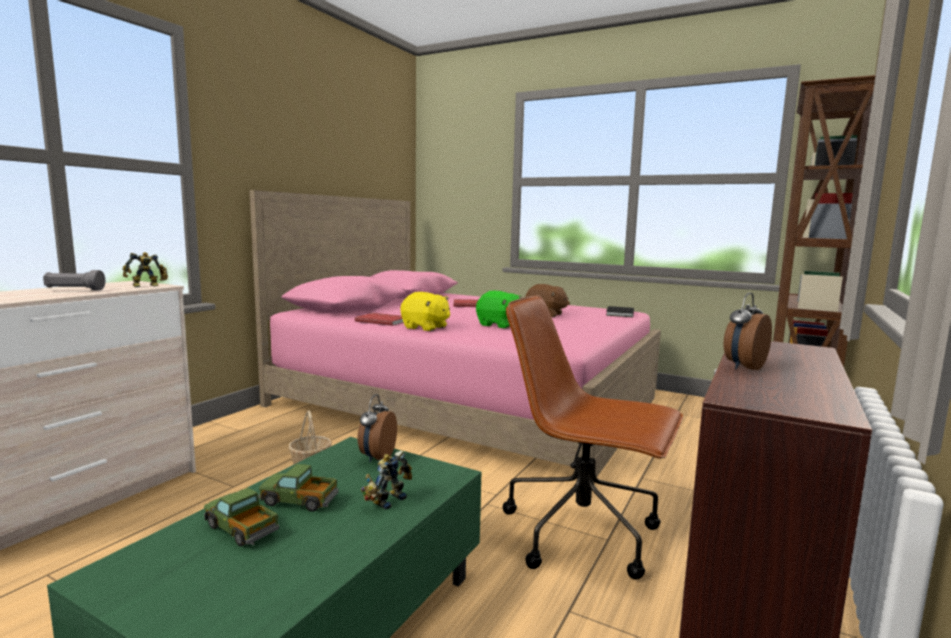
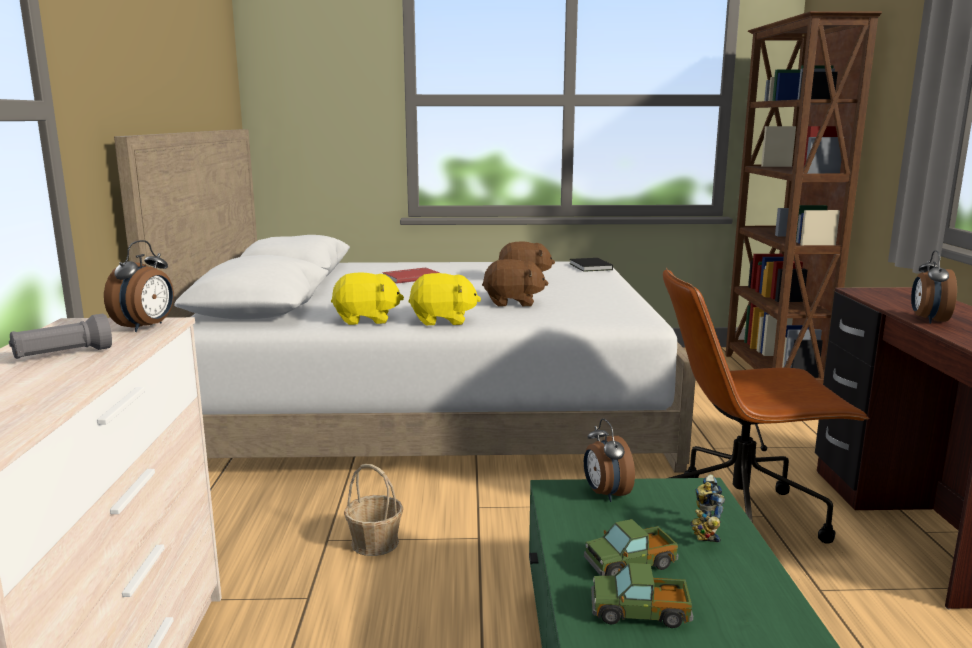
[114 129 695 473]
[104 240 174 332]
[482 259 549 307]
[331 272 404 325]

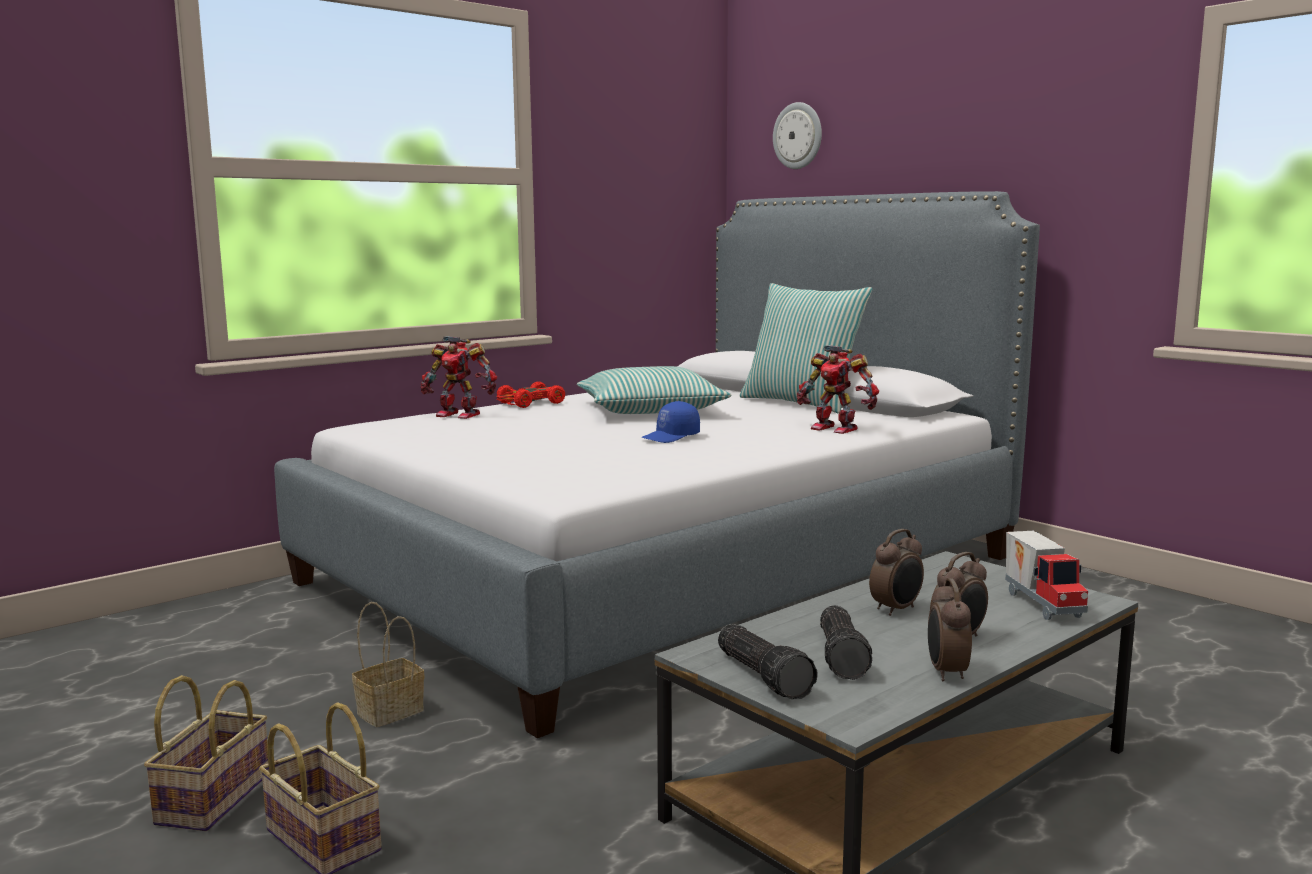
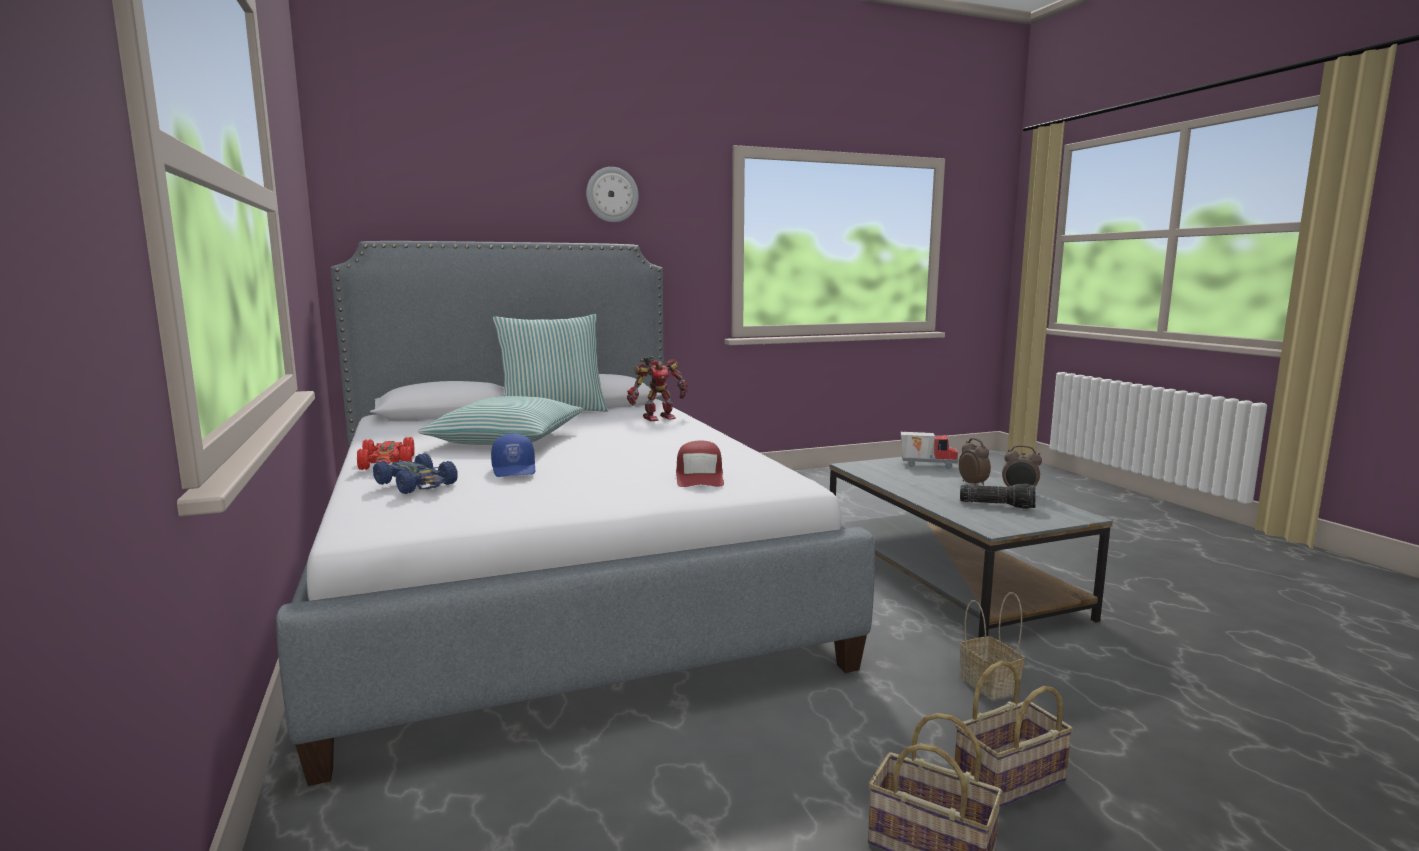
[586 167 639 222]
[373 454 458 494]
[491 433 535 477]
[869 529 924 616] (first image)
[960 592 1025 699]
[718 624 818 700] (first image)
[676 441 724 487]

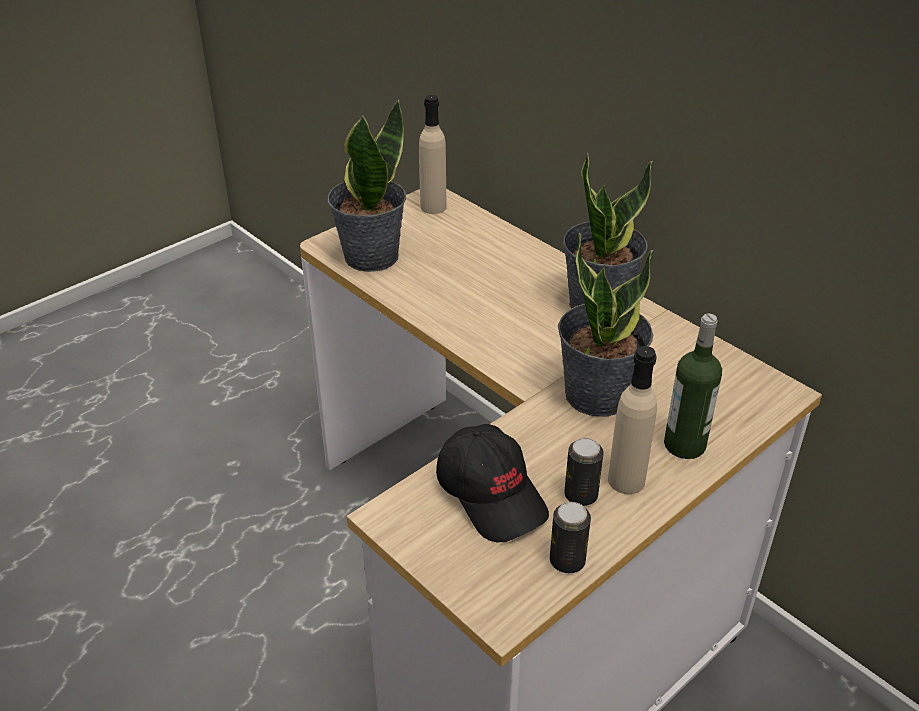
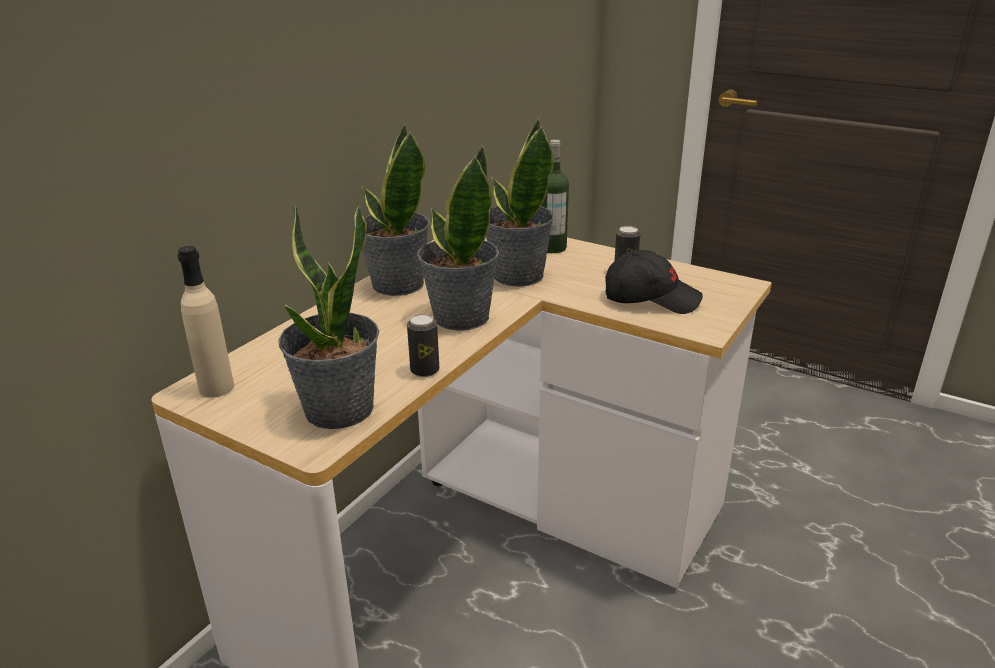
[608 346 657 494] (first image)
[605 250 703 314]
[407 314 439 377]
[417 146 499 331]

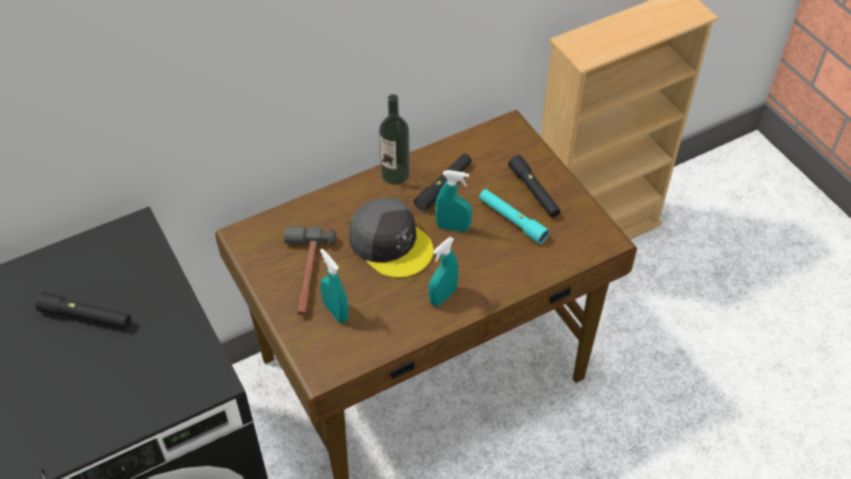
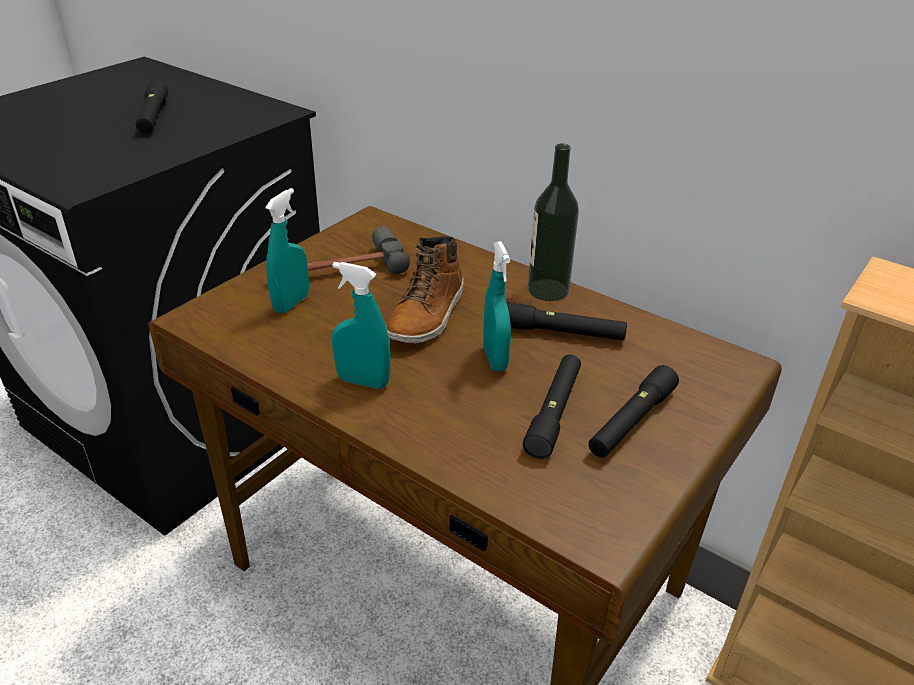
[523 354 581 459]
[386 236 464 344]

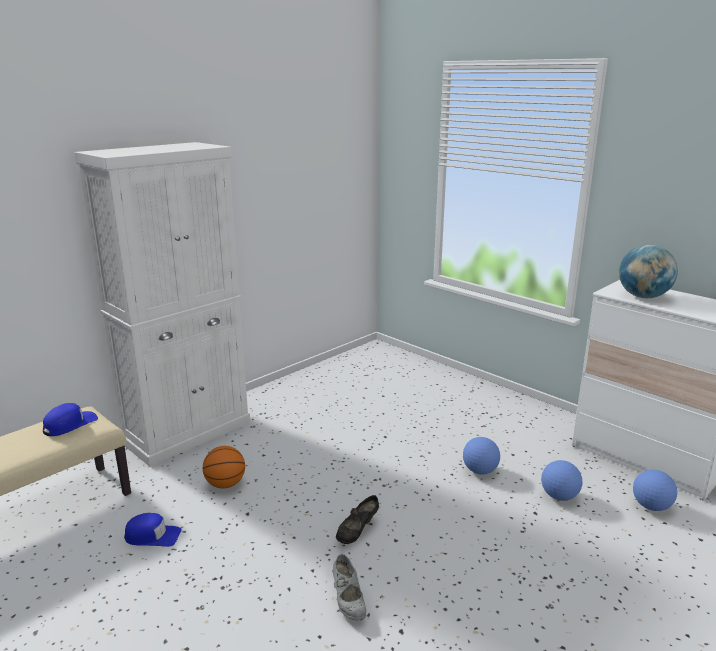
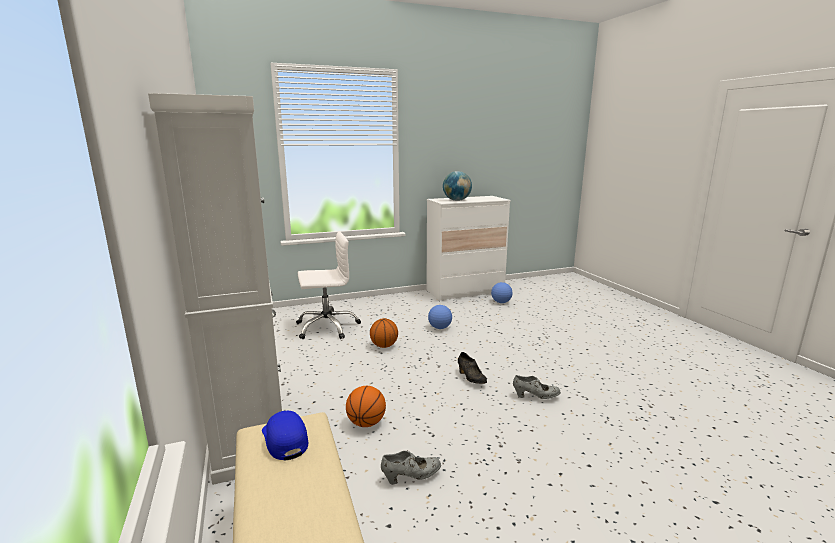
[541 460 583 501] (first image)
[381 451 441 485]
[296 231 361 339]
[370 318 398 348]

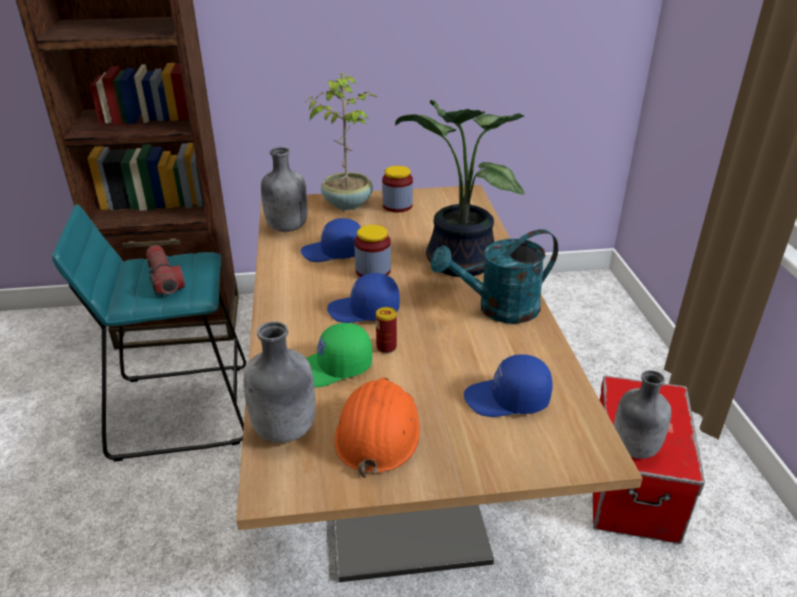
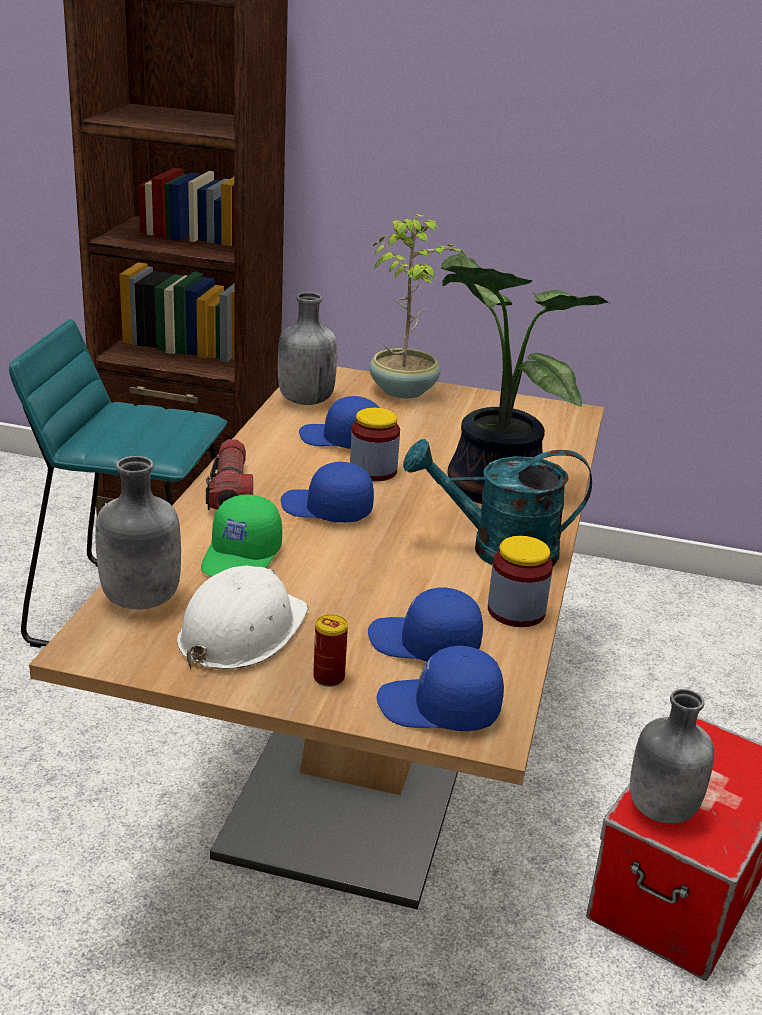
[488 536 553 627]
[206 439 253 510]
[313 614 348 687]
[201 495 282 576]
[177 566 308 669]
[377 646 504 731]

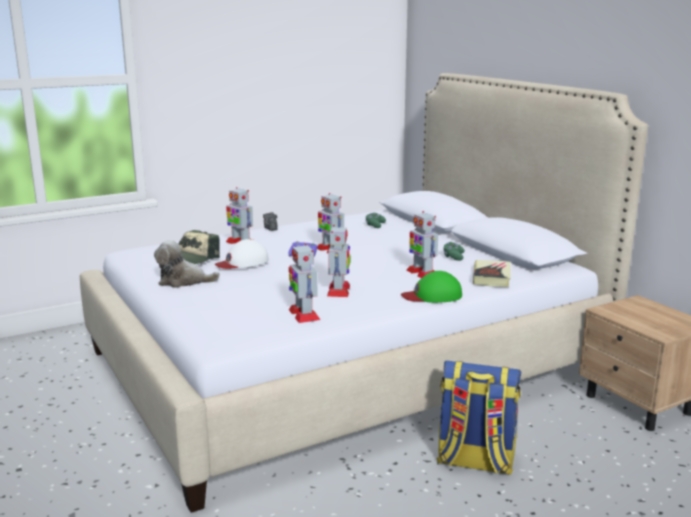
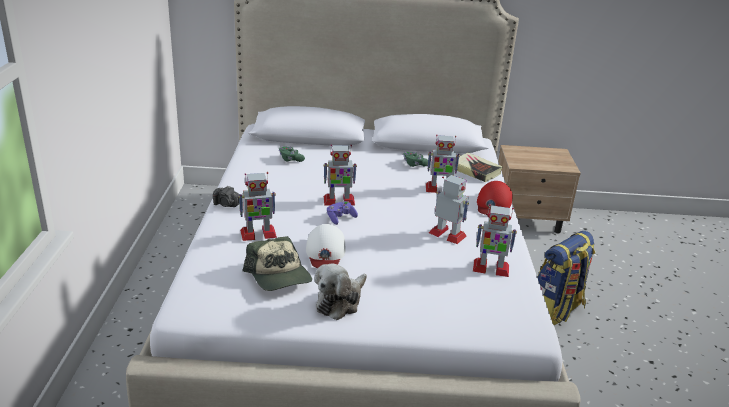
[477 181 513 215]

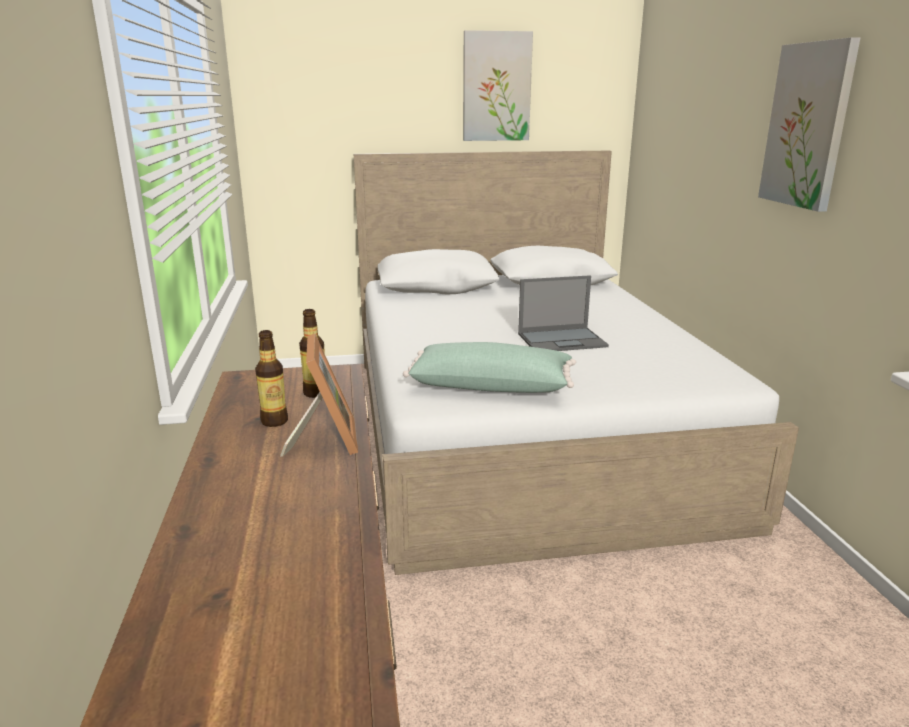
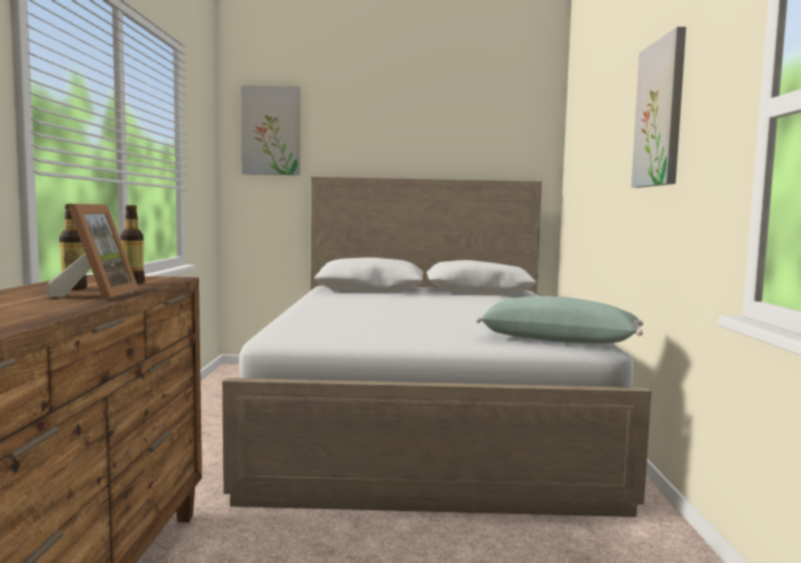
[241 85 300 175]
[518 275 609 351] (first image)
[475 296 644 343]

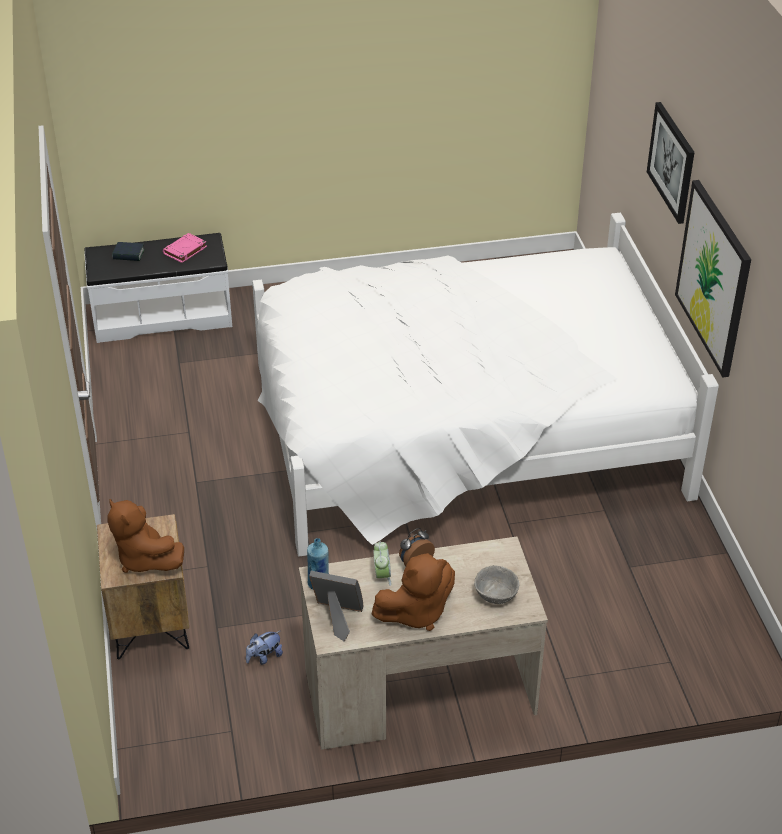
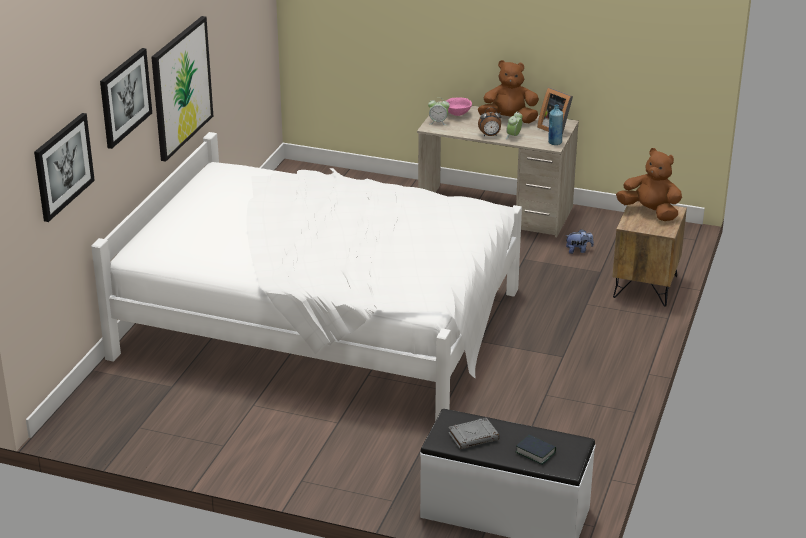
[448 418 499 449]
[616 148 682 221]
[447 97 472 116]
[428 97 450 125]
[34 113 95 222]

